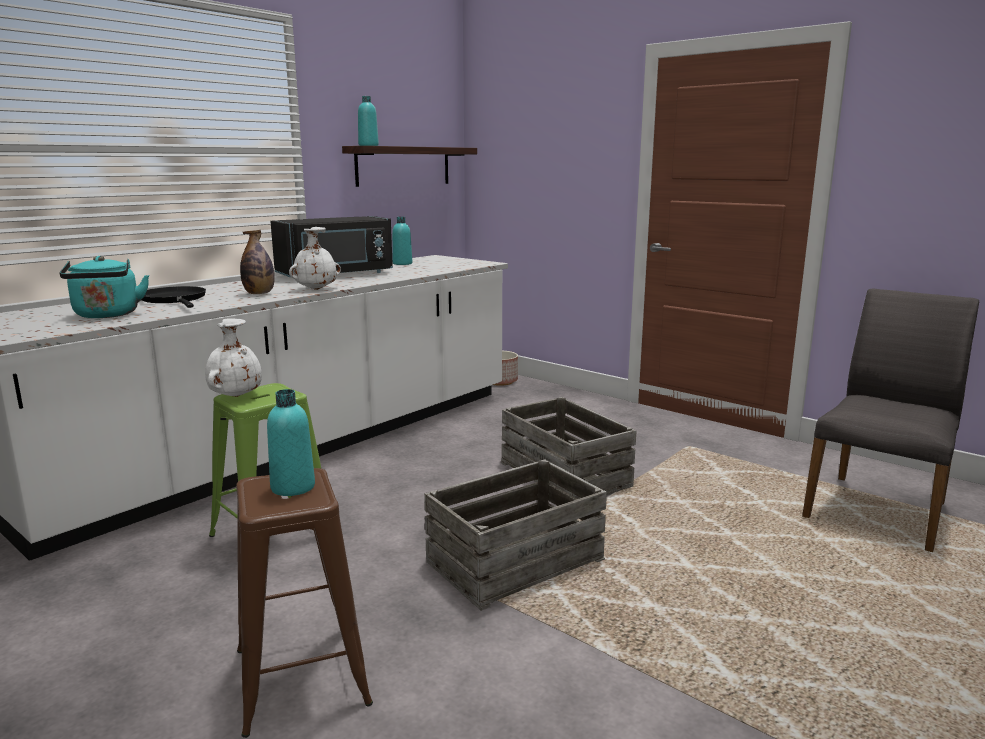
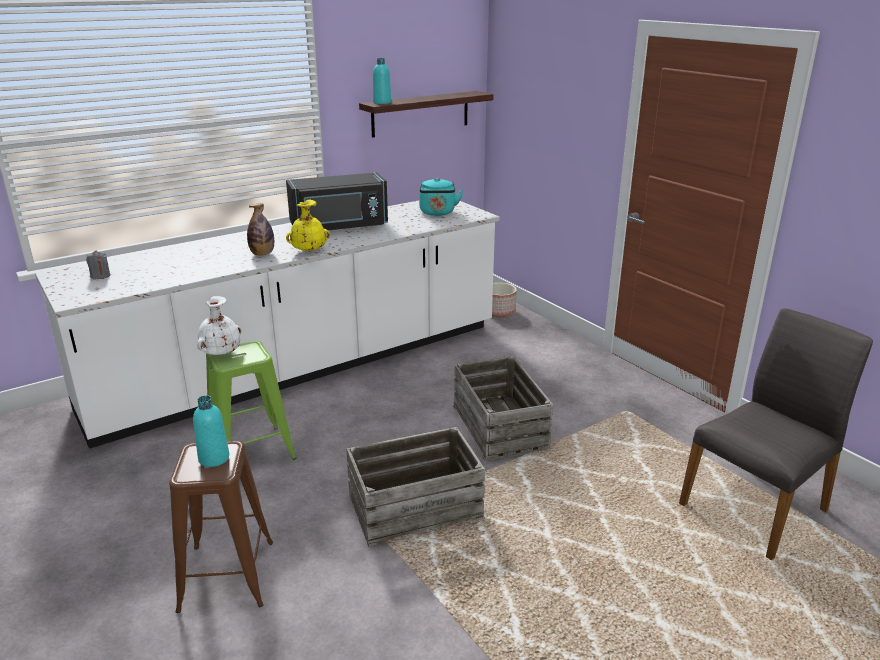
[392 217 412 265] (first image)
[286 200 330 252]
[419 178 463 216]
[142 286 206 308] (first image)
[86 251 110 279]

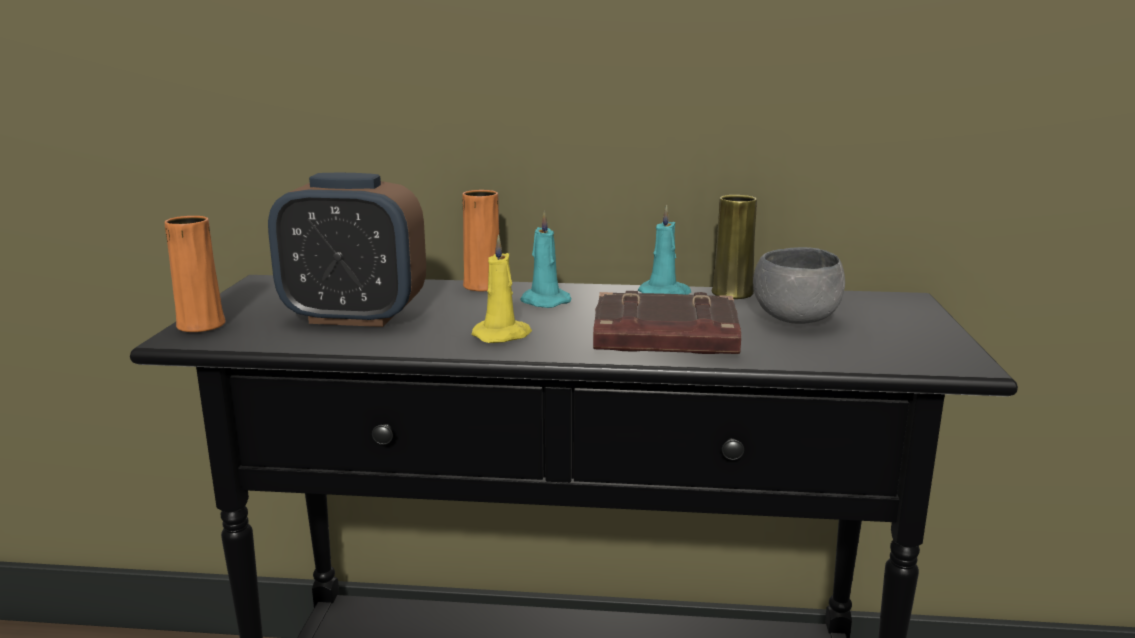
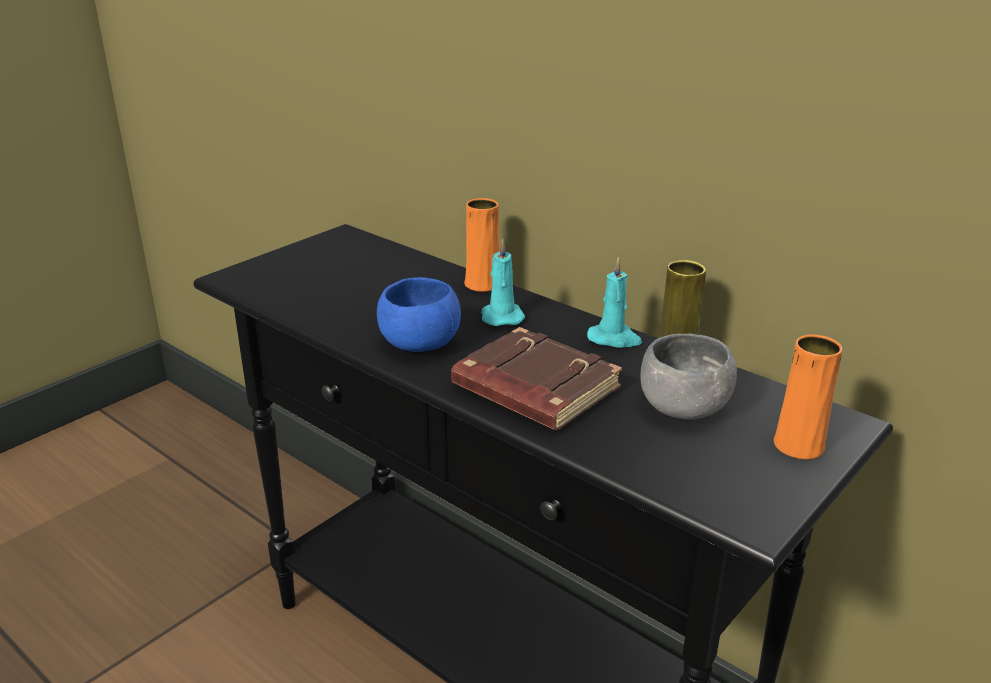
[268 173 426 327] (first image)
[774 334 842 459]
[377 277 461 352]

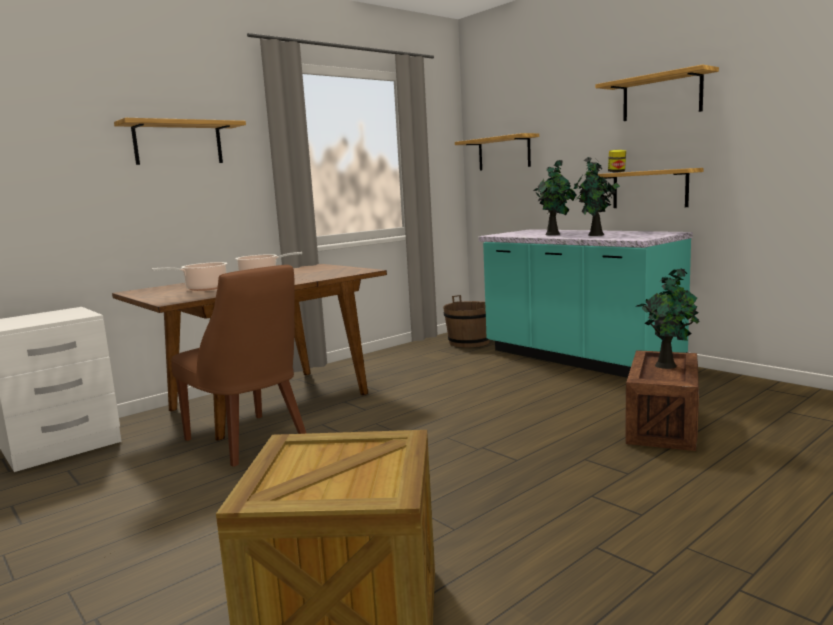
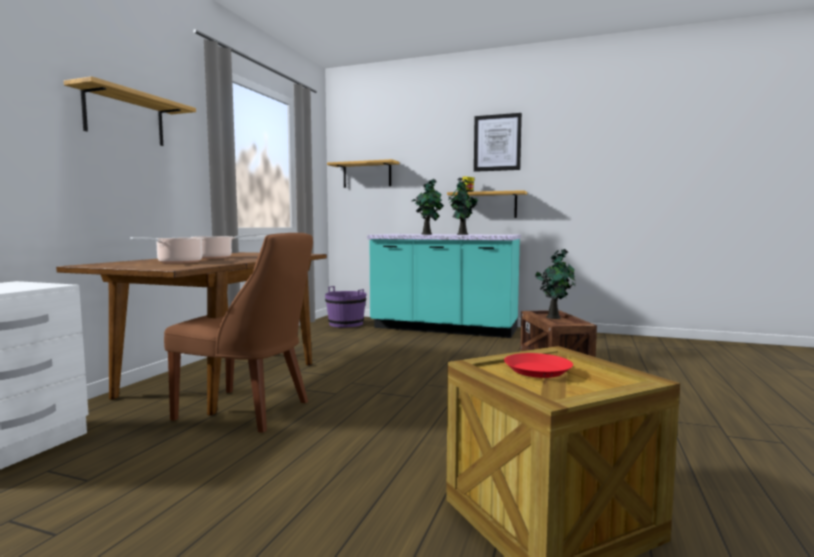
[474 113 522 172]
[325 286 366 327]
[504 353 573 378]

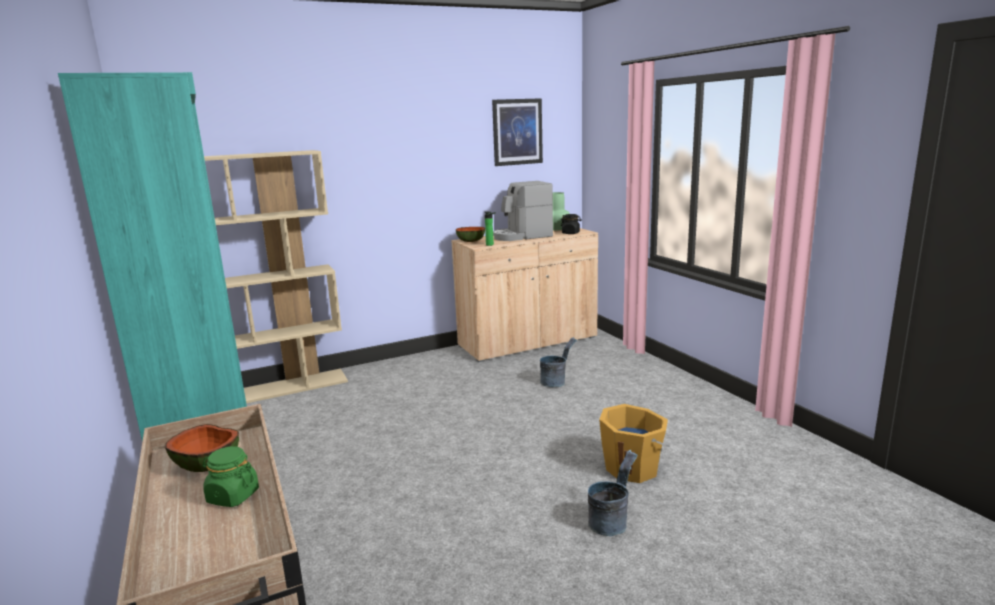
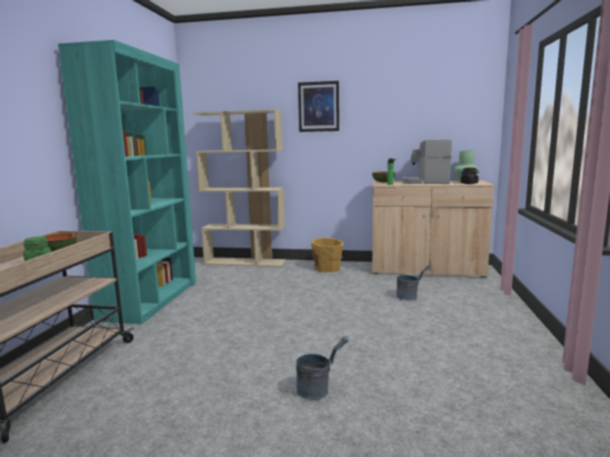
[298 81 339 132]
[311 238 343 272]

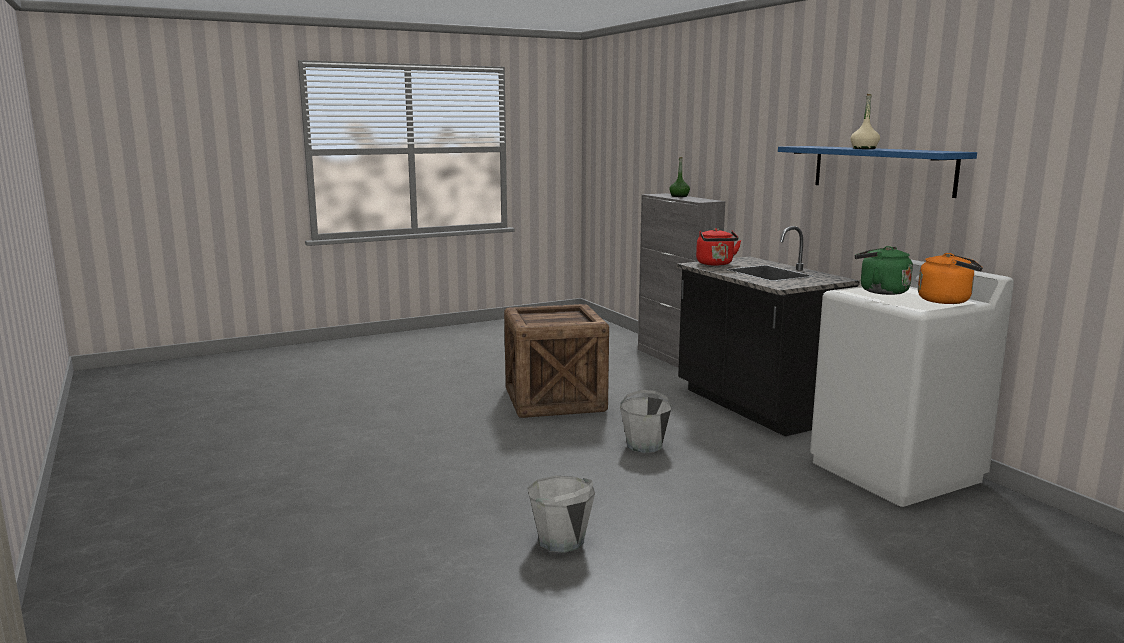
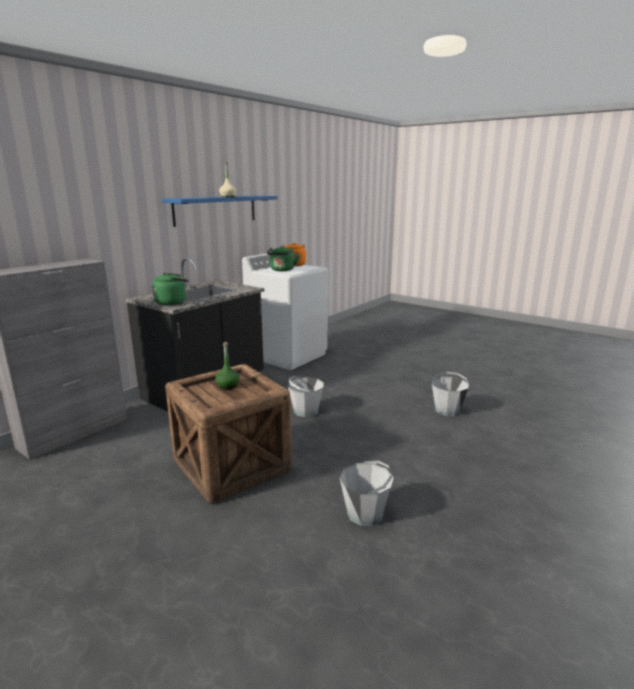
[215 342 240 389]
[152 273 189 305]
[339 461 394 526]

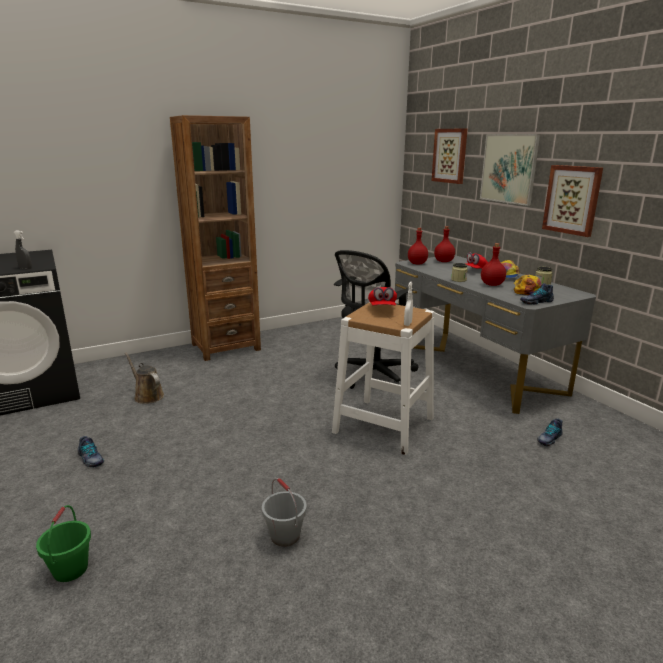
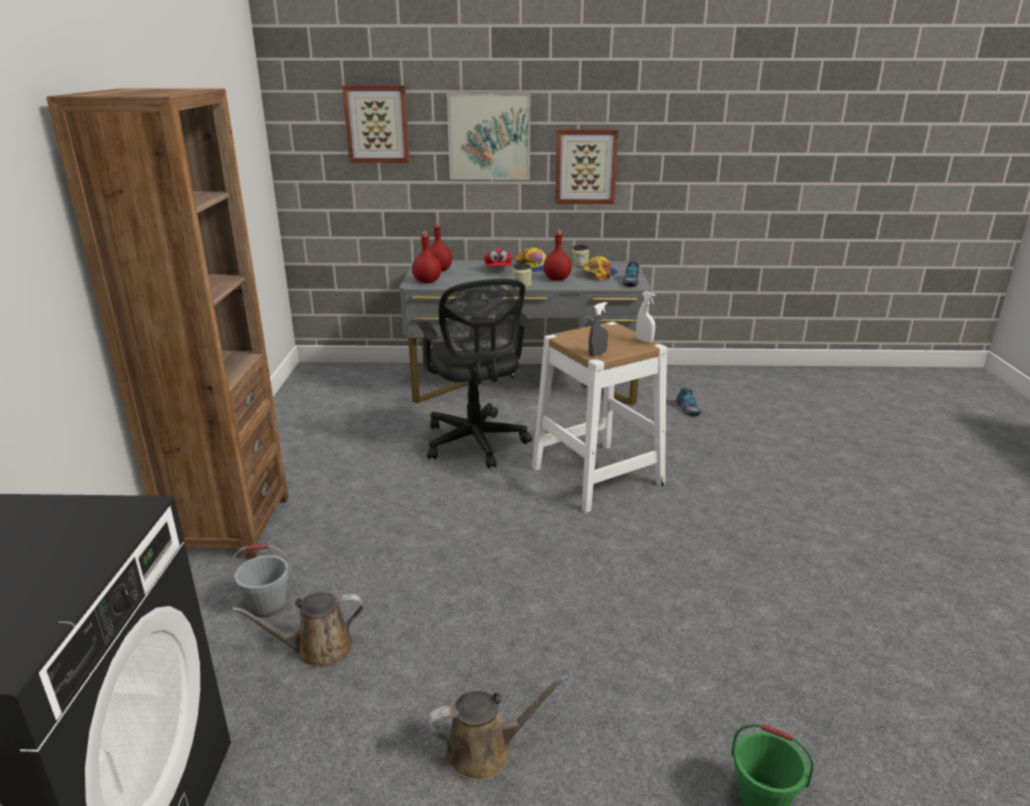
[589 302 608 356]
[368 287 397 305] (first image)
[426 676 568 781]
[231 544 292 617]

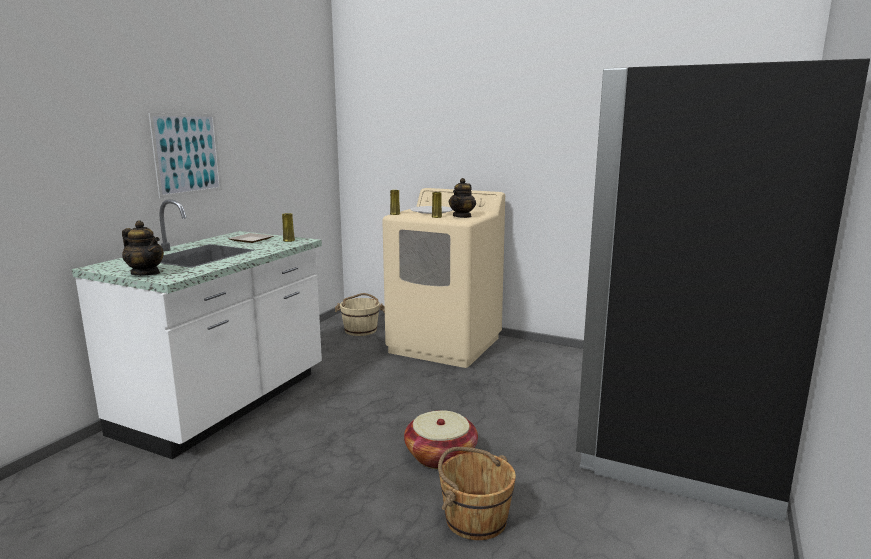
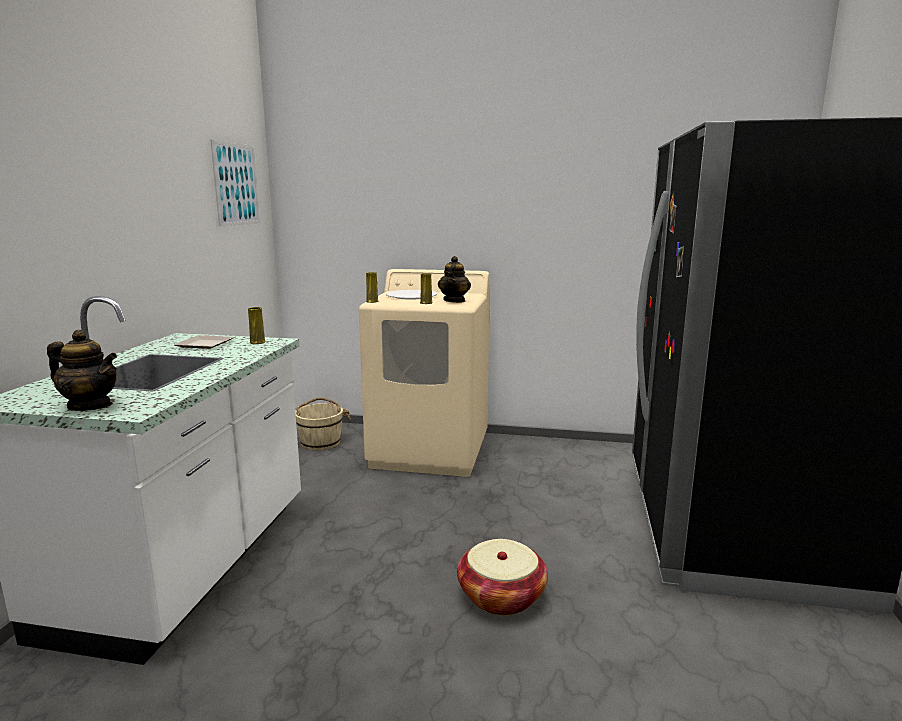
[210 140 260 227]
[438 447 516 540] (first image)

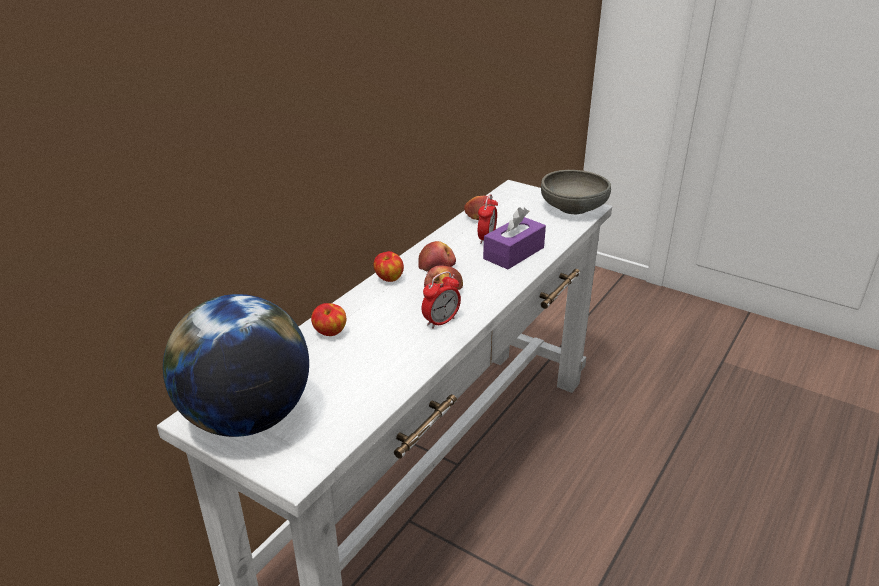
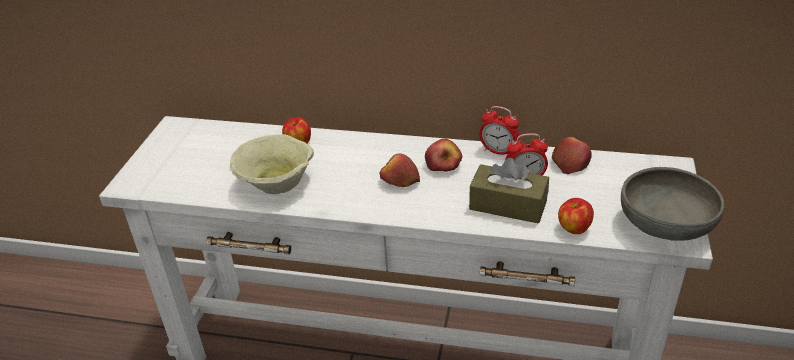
[469 158 549 224]
[558 198 594 234]
[479 106 519 155]
[163 294 309 437] (first image)
[230 134 314 194]

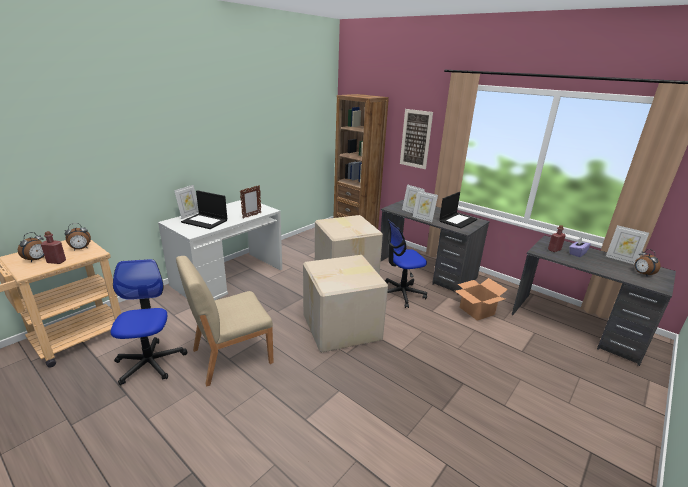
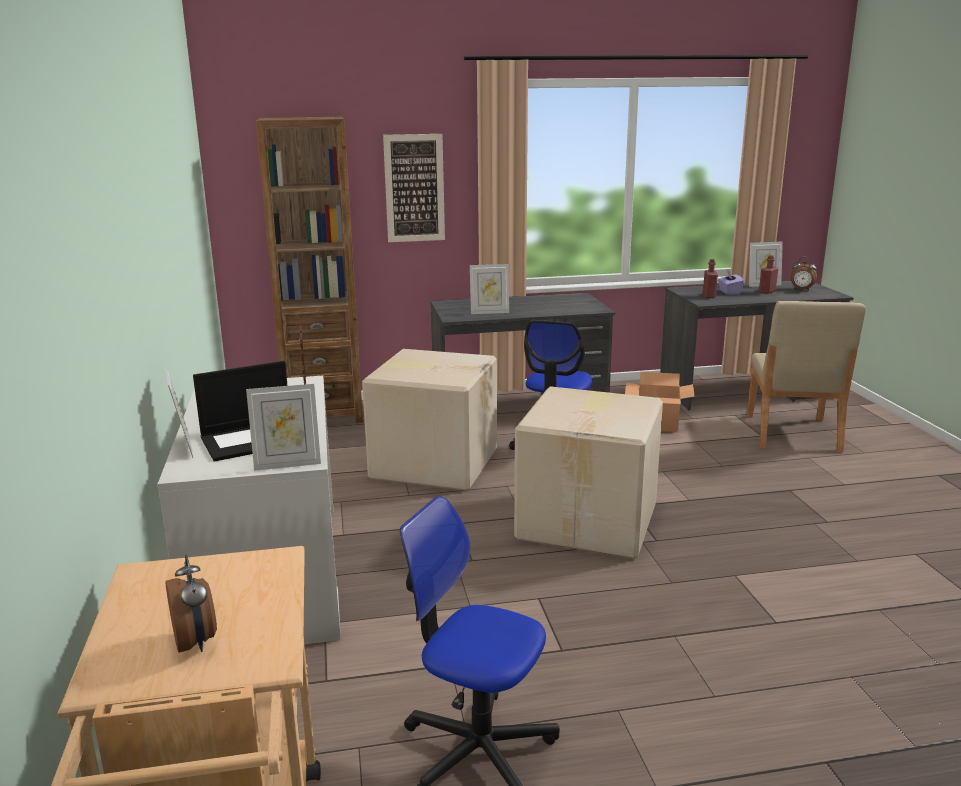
[246 384 321 471]
[439 192 477 228] (first image)
[65 223 91 251] (first image)
[759 255 778 294]
[747 301 866 453]

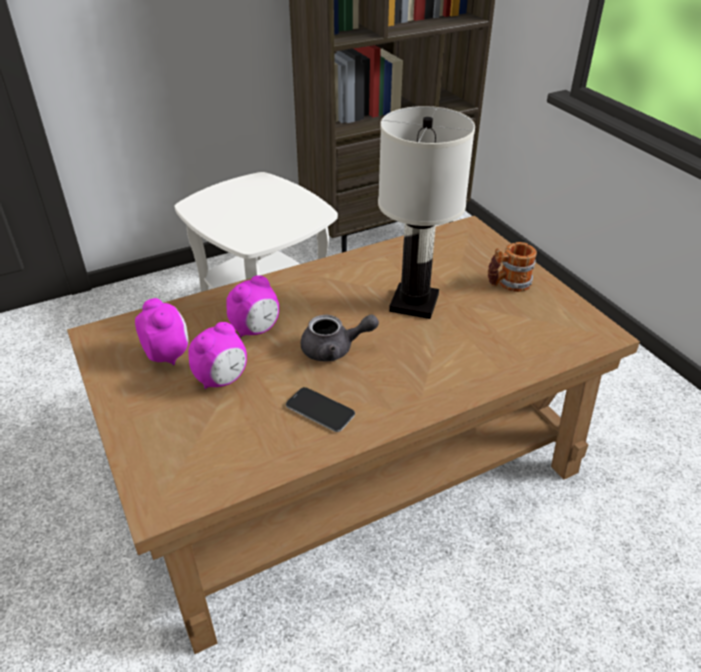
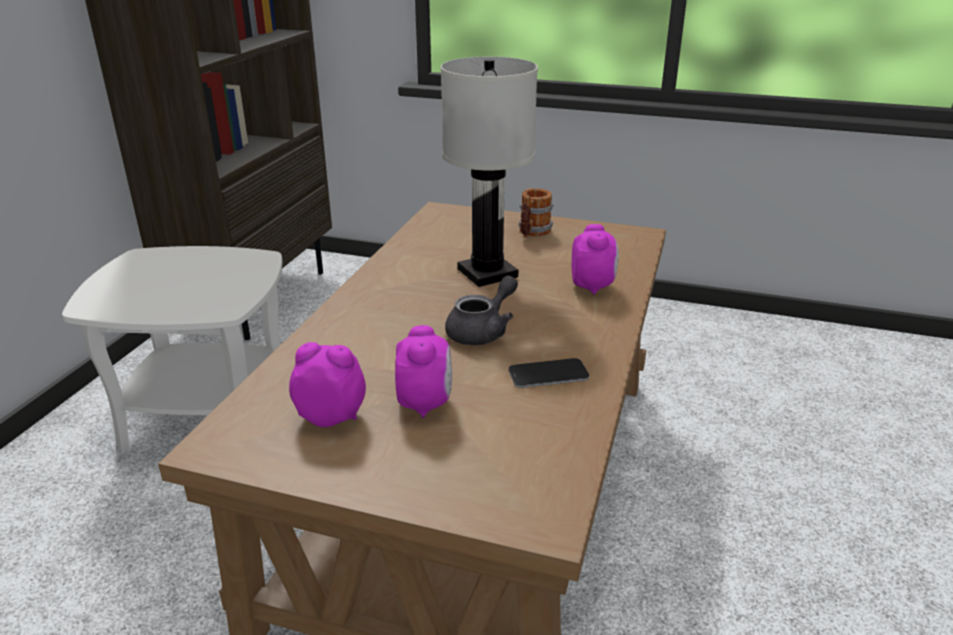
[572 224 619 295]

